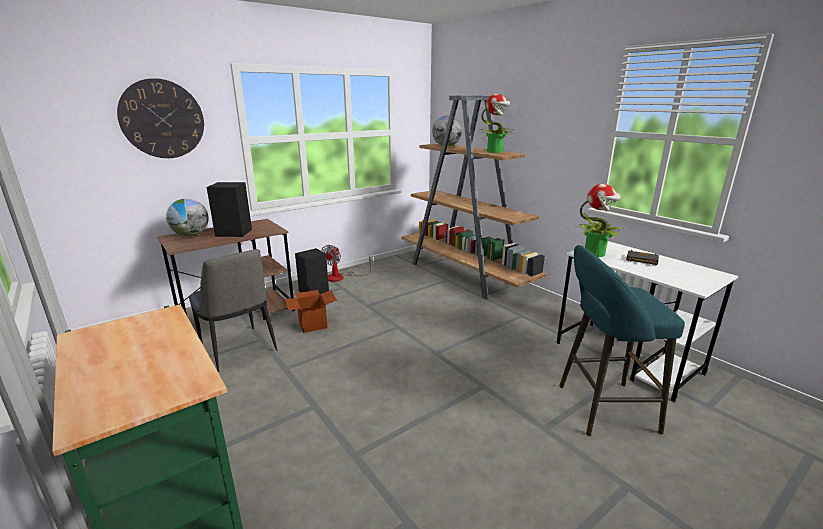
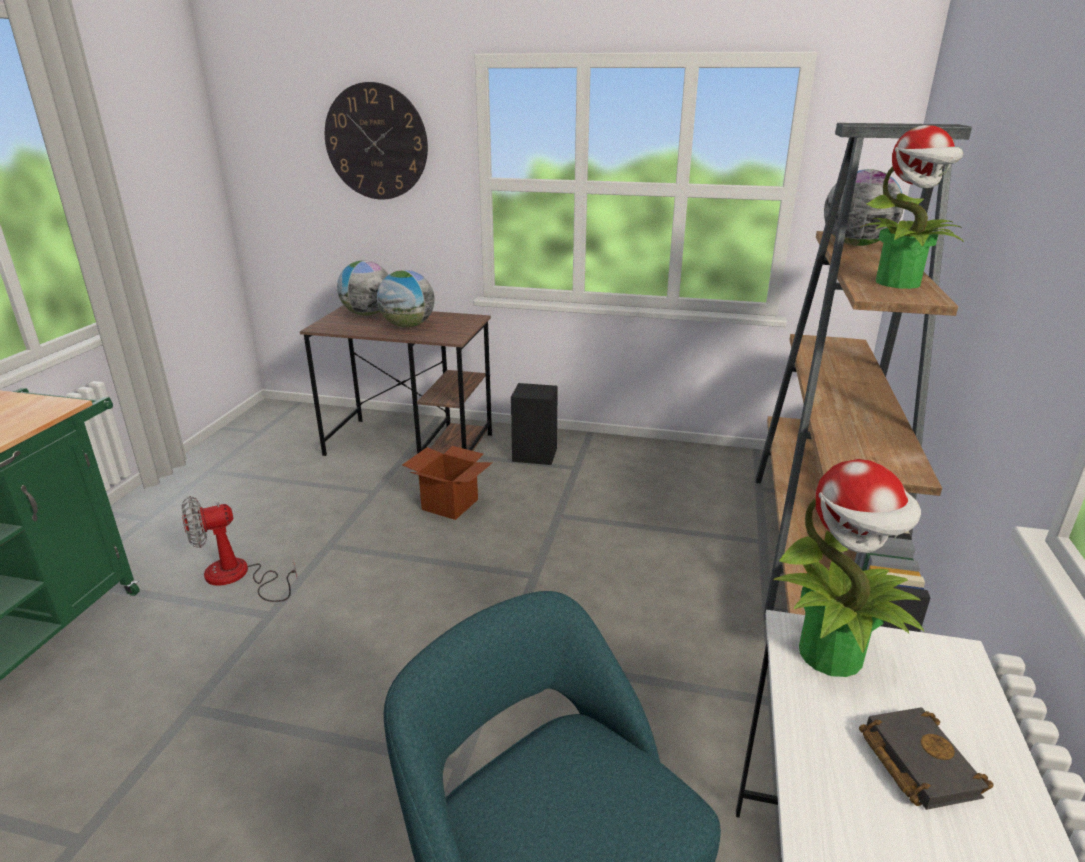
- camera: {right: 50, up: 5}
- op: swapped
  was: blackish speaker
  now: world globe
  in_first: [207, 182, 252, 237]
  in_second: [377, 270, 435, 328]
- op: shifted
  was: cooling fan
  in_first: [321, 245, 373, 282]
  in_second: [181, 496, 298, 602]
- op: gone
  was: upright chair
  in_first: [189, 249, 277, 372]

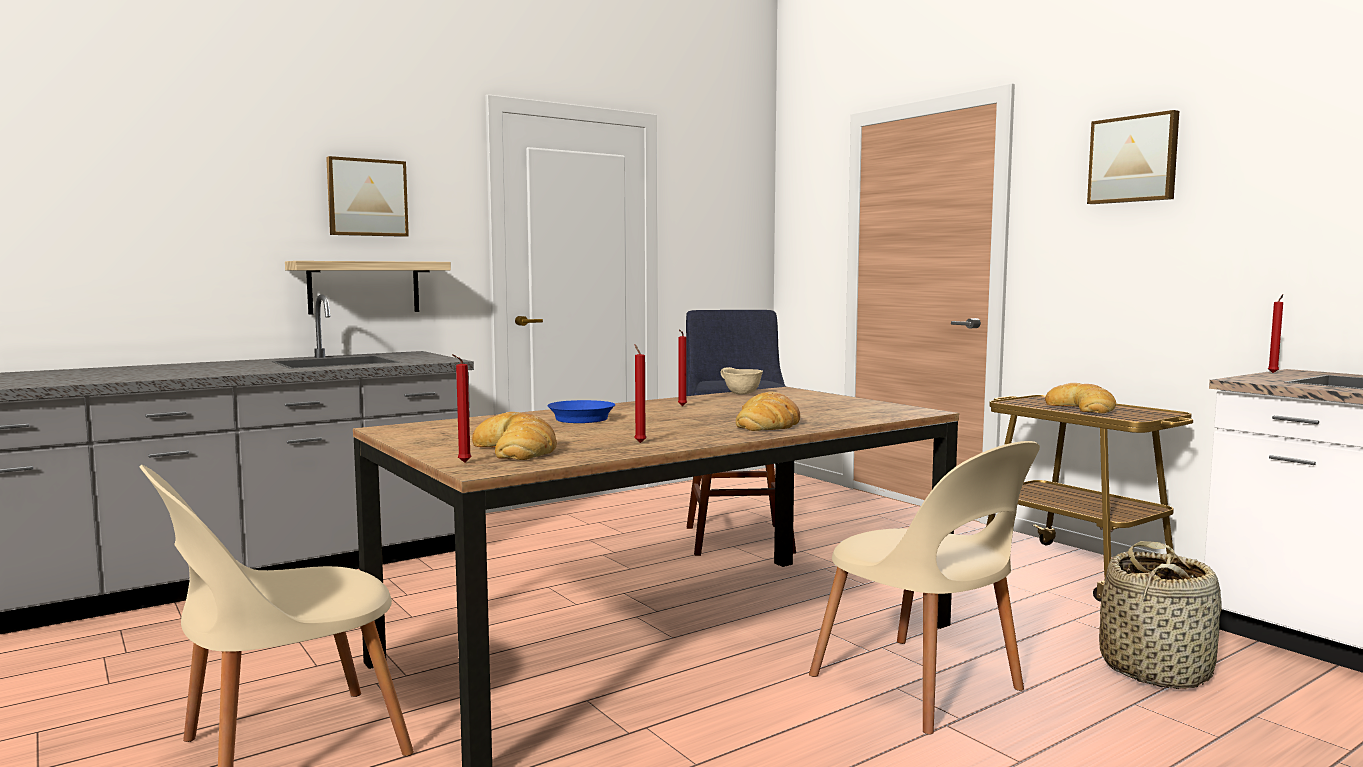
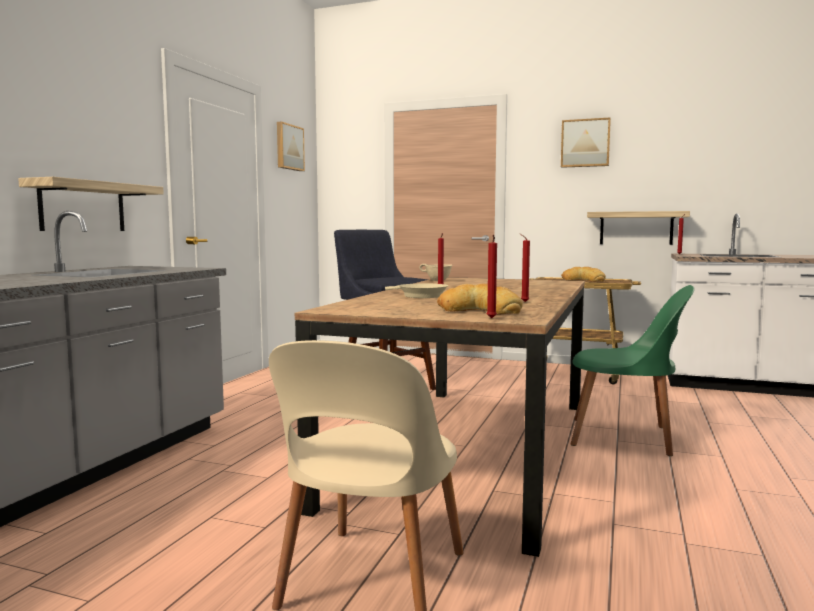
- camera: {right: -35, up: 0}
- op: shifted
  was: picture
  in_first: [326, 156, 409, 237]
  in_second: [277, 122, 305, 171]
- op: gone
  was: bread
  in_first: [736, 392, 800, 431]
- op: repainted
  was: bluish skillet
  now: beige skillet
  in_first: [547, 400, 616, 423]
  in_second: [385, 283, 448, 298]
- op: repainted
  was: beige upright chair
  now: green-coloured upright chair
  in_first: [809, 441, 1040, 734]
  in_second: [570, 285, 695, 456]
- op: gone
  was: storage basket
  in_first: [1099, 541, 1222, 689]
- op: new
  now: shelf
  in_second: [587, 211, 690, 245]

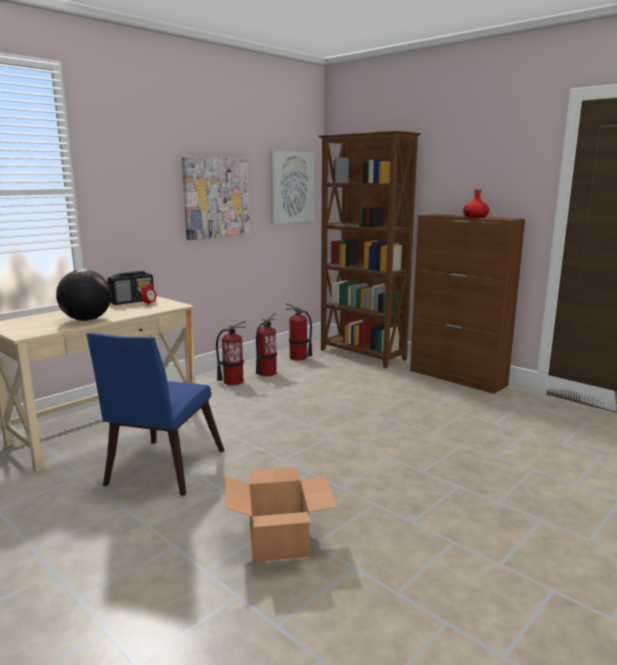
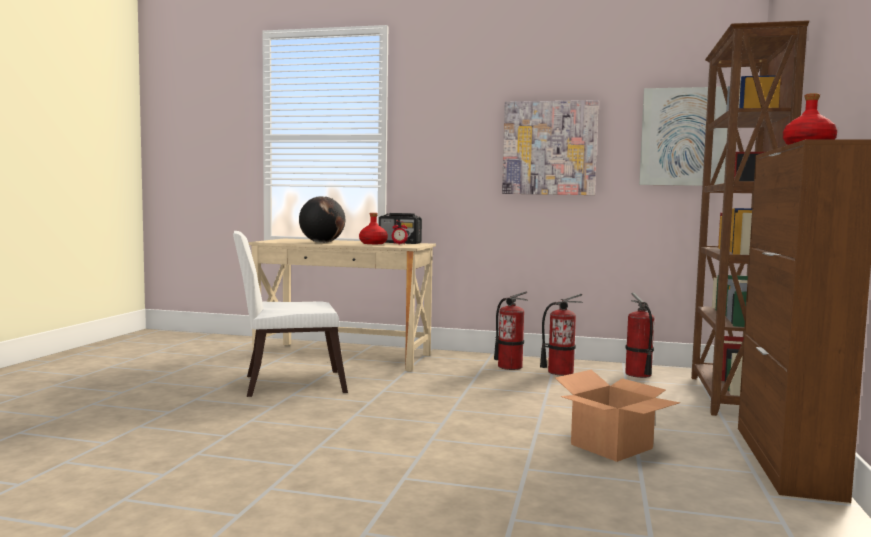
- camera: {right: 60, up: -10}
- op: repainted
  was: bluish upright chair
  now: white upright chair
  in_first: [87, 333, 224, 496]
  in_second: [233, 231, 348, 397]
- op: shifted
  was: packing box
  in_first: [225, 467, 337, 562]
  in_second: [555, 370, 681, 462]
- op: new
  now: red beverage bottle
  in_second: [359, 213, 388, 244]

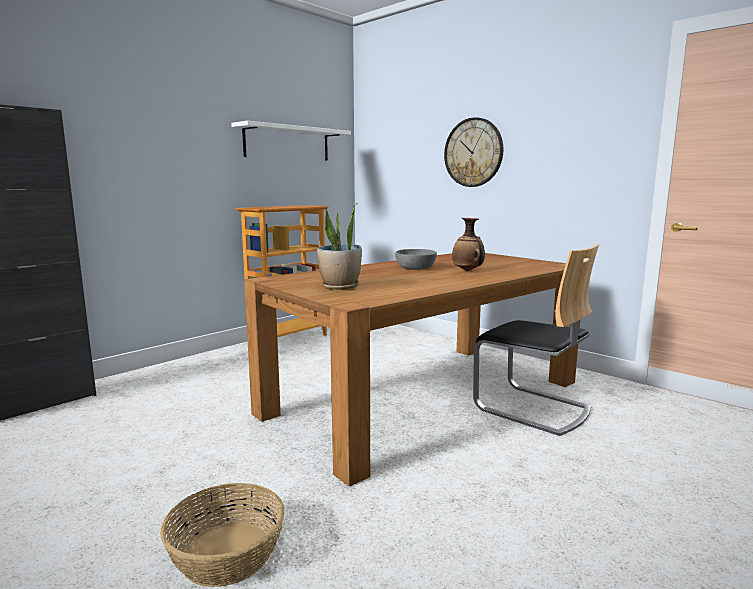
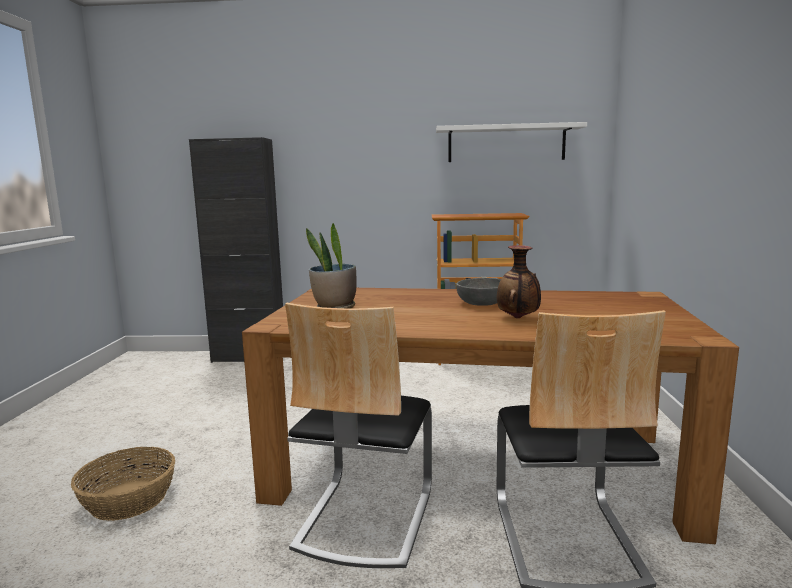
- camera: {right: 50, up: 0}
- op: gone
  was: wall clock
  in_first: [444, 117, 503, 187]
- op: new
  now: upright chair
  in_second: [285, 303, 432, 568]

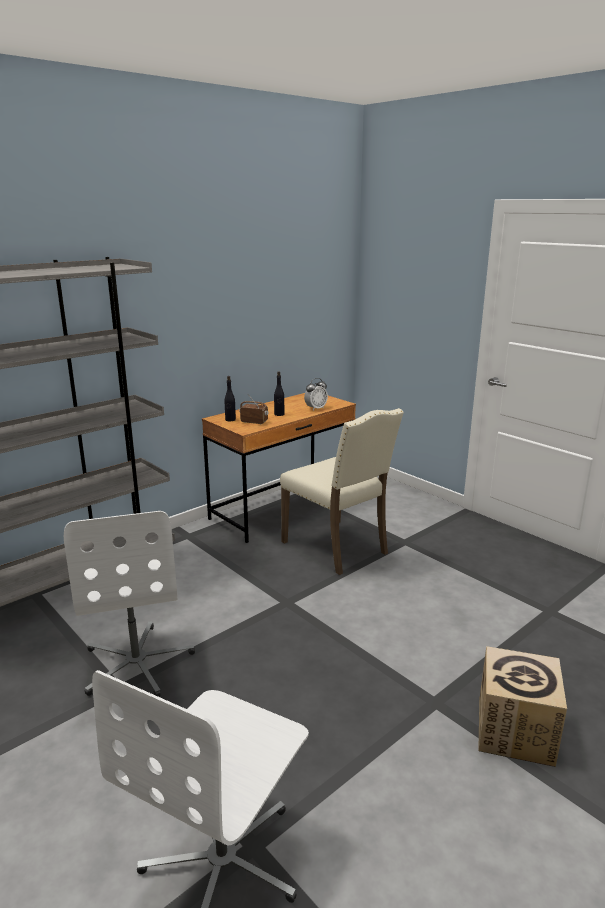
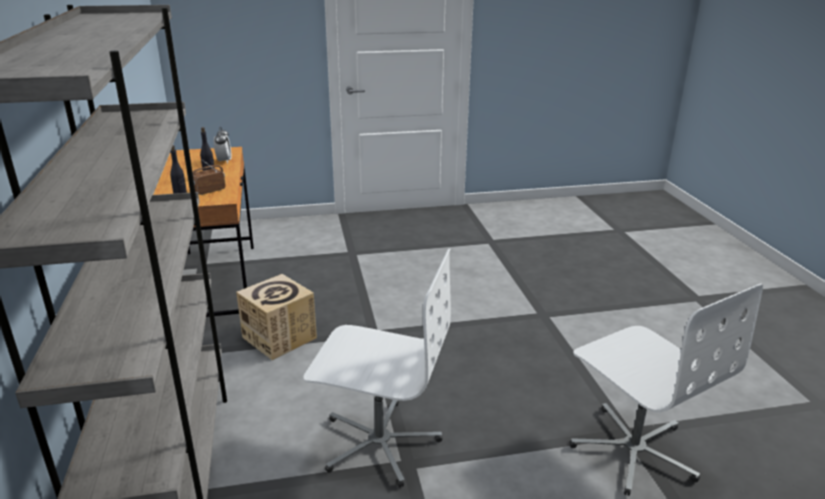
- camera: {right: -60, up: 5}
- op: gone
  was: beige upright chair
  in_first: [280, 408, 404, 575]
- op: shifted
  was: packing box
  in_first: [478, 646, 567, 767]
  in_second: [236, 274, 317, 360]

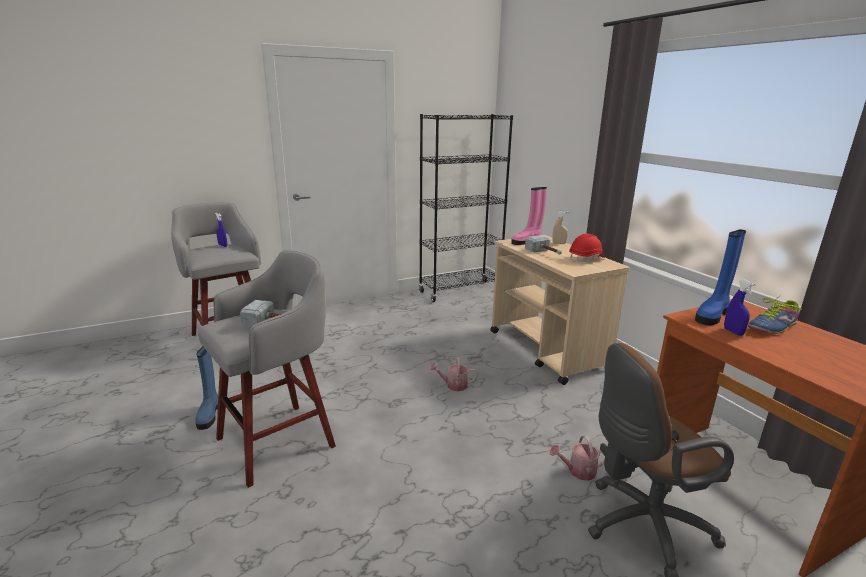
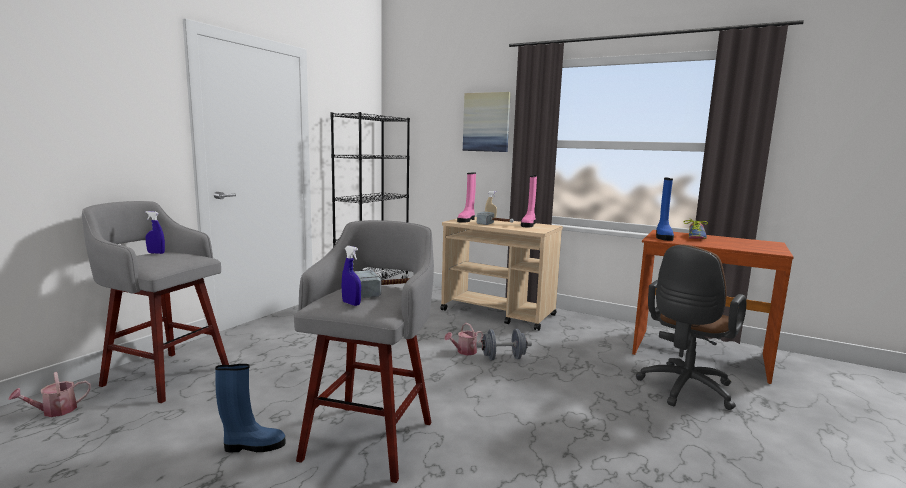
- camera: {right: -35, up: -10}
- op: swapped
  was: red work helmet
  now: pinkish high-top boot
  in_first: [569, 234, 605, 263]
  in_second: [521, 175, 537, 227]
- op: shifted
  was: bluish sprayer
  in_first: [724, 279, 756, 336]
  in_second: [342, 246, 361, 306]
- op: rotated
  was: bluish high-top boot
  in_first: [195, 346, 218, 430]
  in_second: [215, 364, 286, 452]
  clockwise: -60
- op: shifted
  was: watering can
  in_first: [550, 436, 604, 481]
  in_second: [8, 372, 91, 417]
- op: new
  now: picture
  in_second: [463, 92, 511, 152]
- op: new
  now: gray hand weight
  in_second: [476, 329, 532, 360]

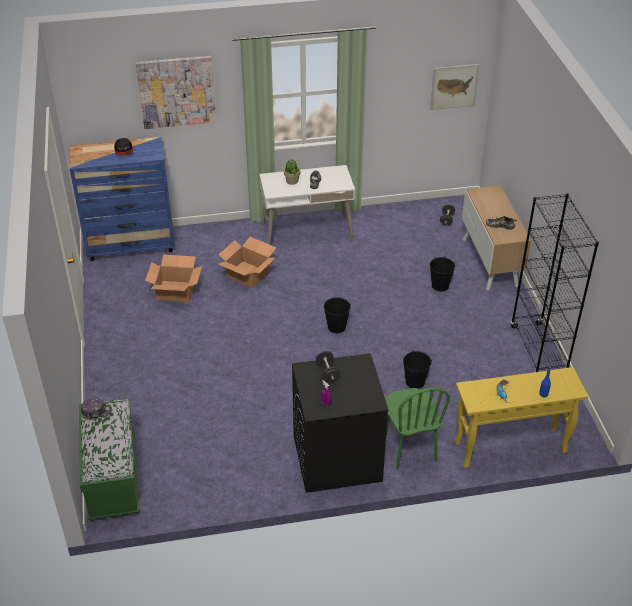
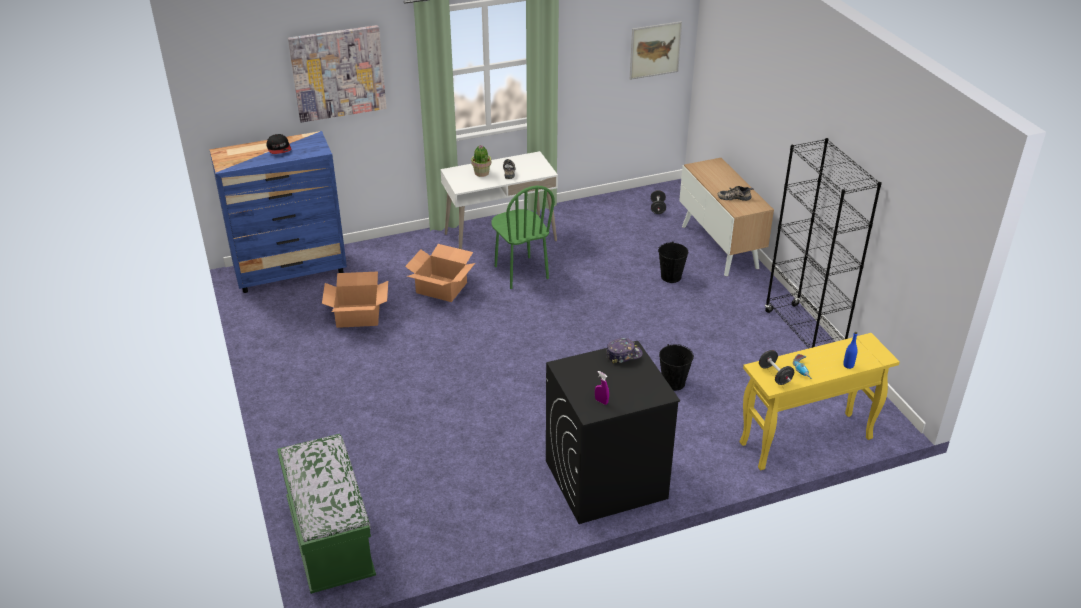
- camera: {right: -10, up: -5}
- op: gone
  was: blackish bucket
  in_first: [324, 297, 351, 333]
- op: shifted
  was: blackish hand weight
  in_first: [316, 351, 340, 381]
  in_second: [759, 350, 794, 385]
- op: shifted
  was: green-coloured upright chair
  in_first: [385, 388, 450, 470]
  in_second: [492, 186, 555, 289]
- op: shifted
  was: peaked cap
  in_first: [81, 398, 112, 419]
  in_second: [607, 338, 643, 364]

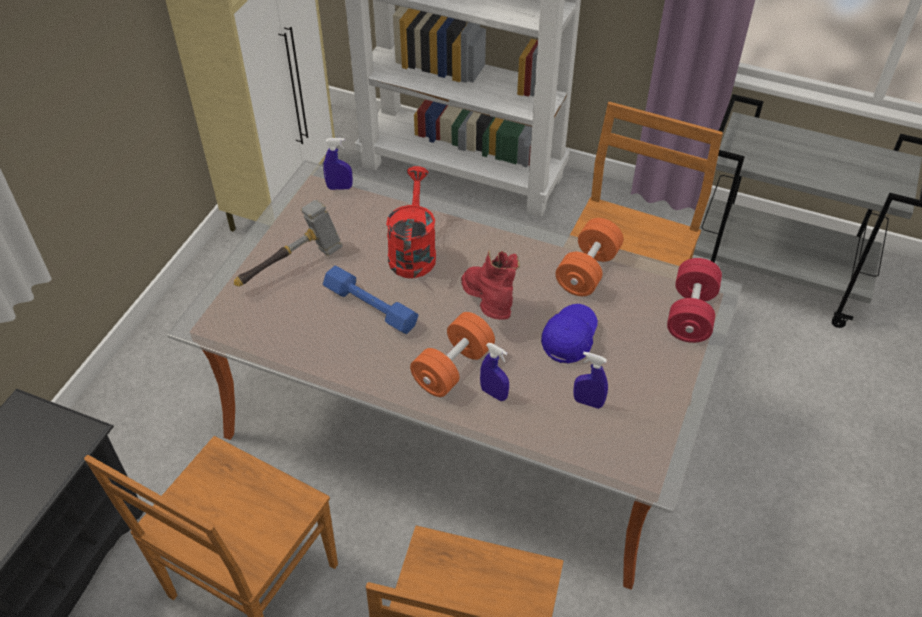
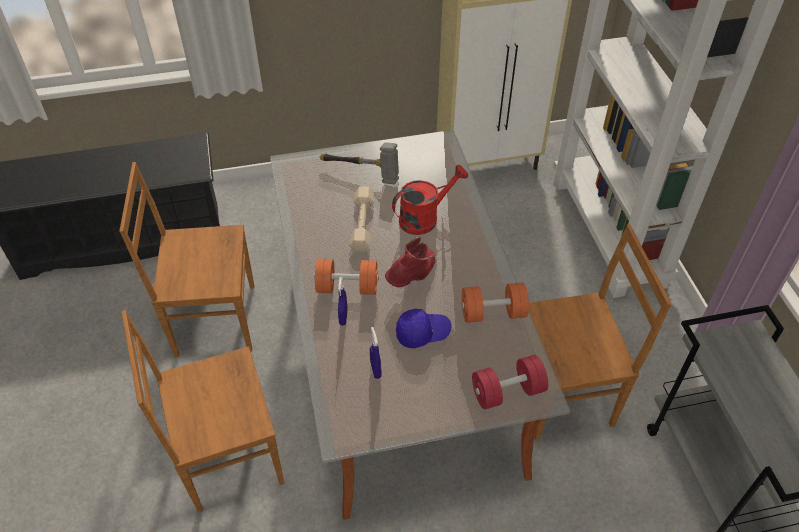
- camera: {right: 55, up: 0}
- op: gone
  was: bluish sprayer
  in_first: [323, 138, 353, 190]
- op: repainted
  was: bluish hand weight
  now: beige hand weight
  in_first: [323, 266, 418, 334]
  in_second: [349, 187, 374, 252]

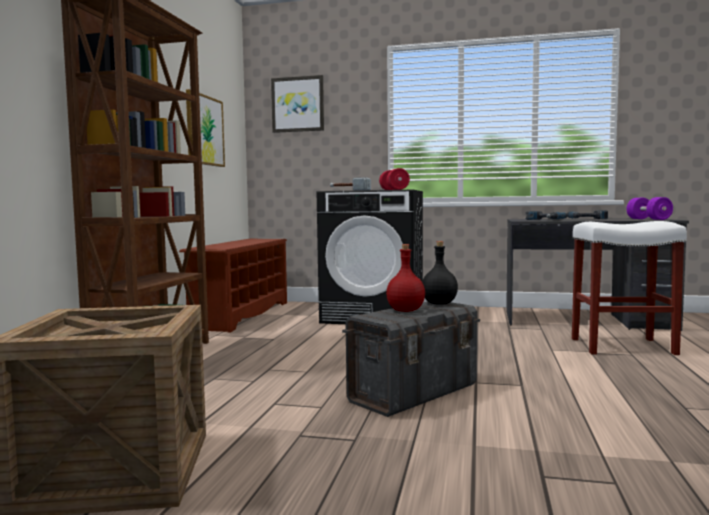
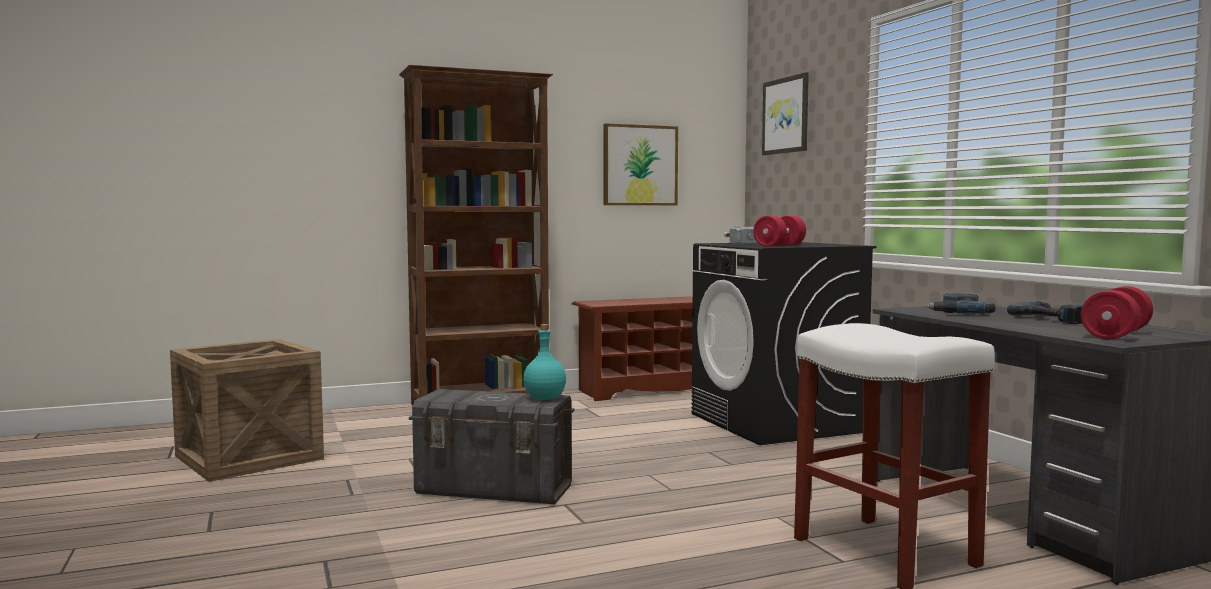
- camera: {right: 55, up: 0}
- op: repainted
  was: purple-coloured hand weight
  now: red hand weight
  in_first: [627, 197, 673, 220]
  in_second: [1081, 286, 1153, 340]
- op: repainted
  was: blackish beverage bottle
  now: turquoise-coloured beverage bottle
  in_first: [422, 241, 458, 305]
  in_second: [523, 324, 566, 400]
- op: gone
  was: red beverage bottle
  in_first: [386, 244, 425, 312]

